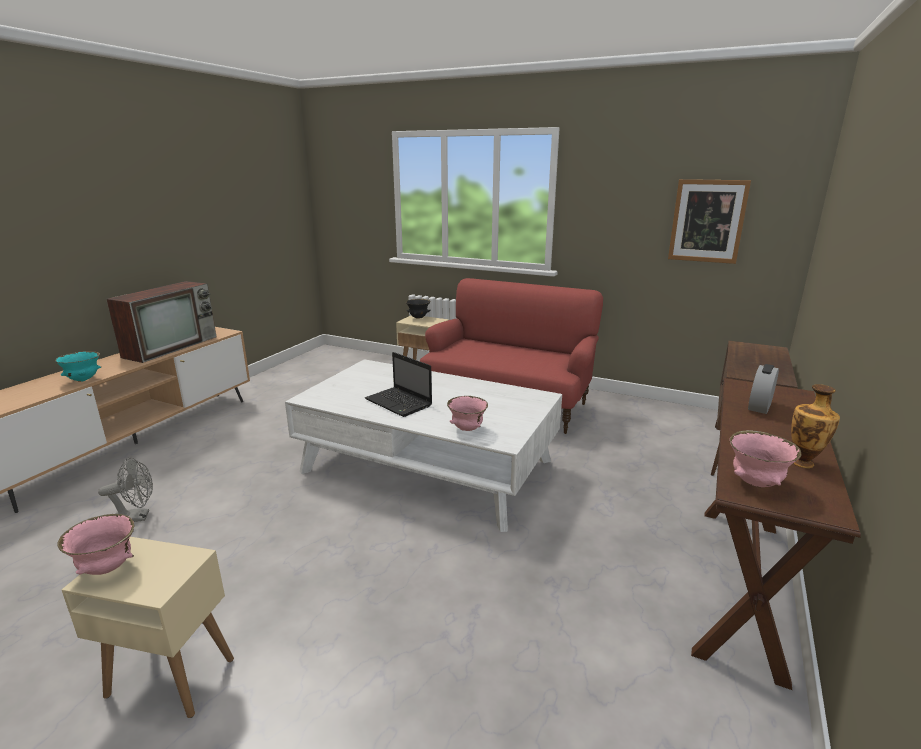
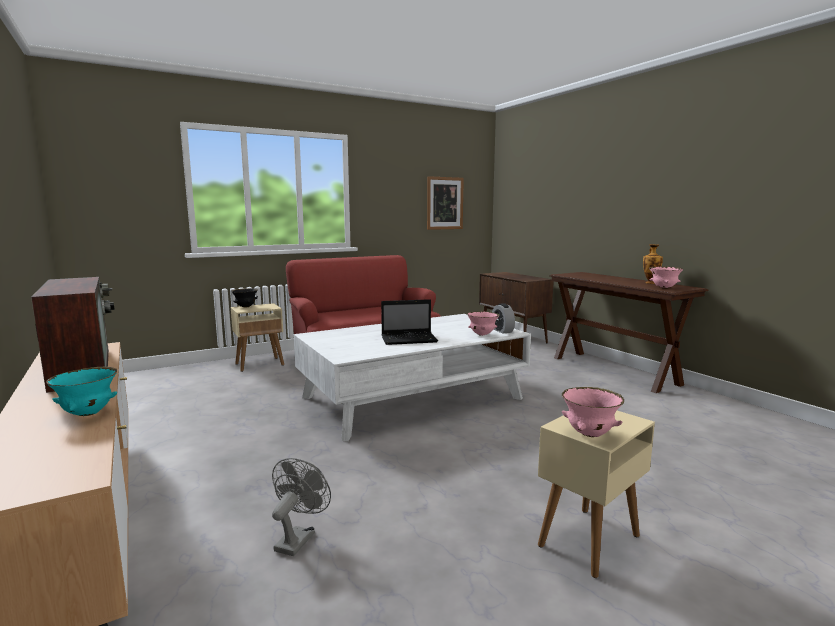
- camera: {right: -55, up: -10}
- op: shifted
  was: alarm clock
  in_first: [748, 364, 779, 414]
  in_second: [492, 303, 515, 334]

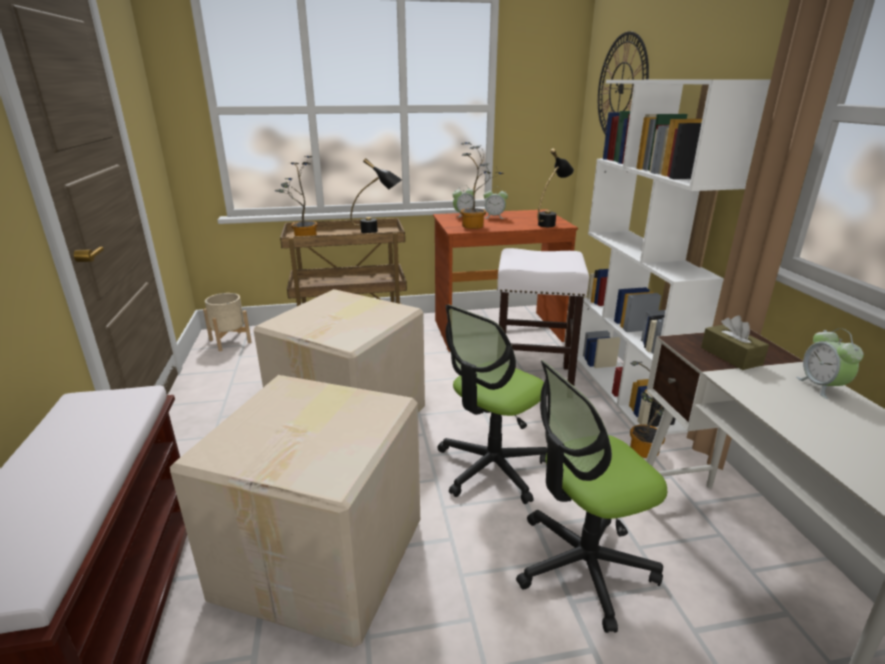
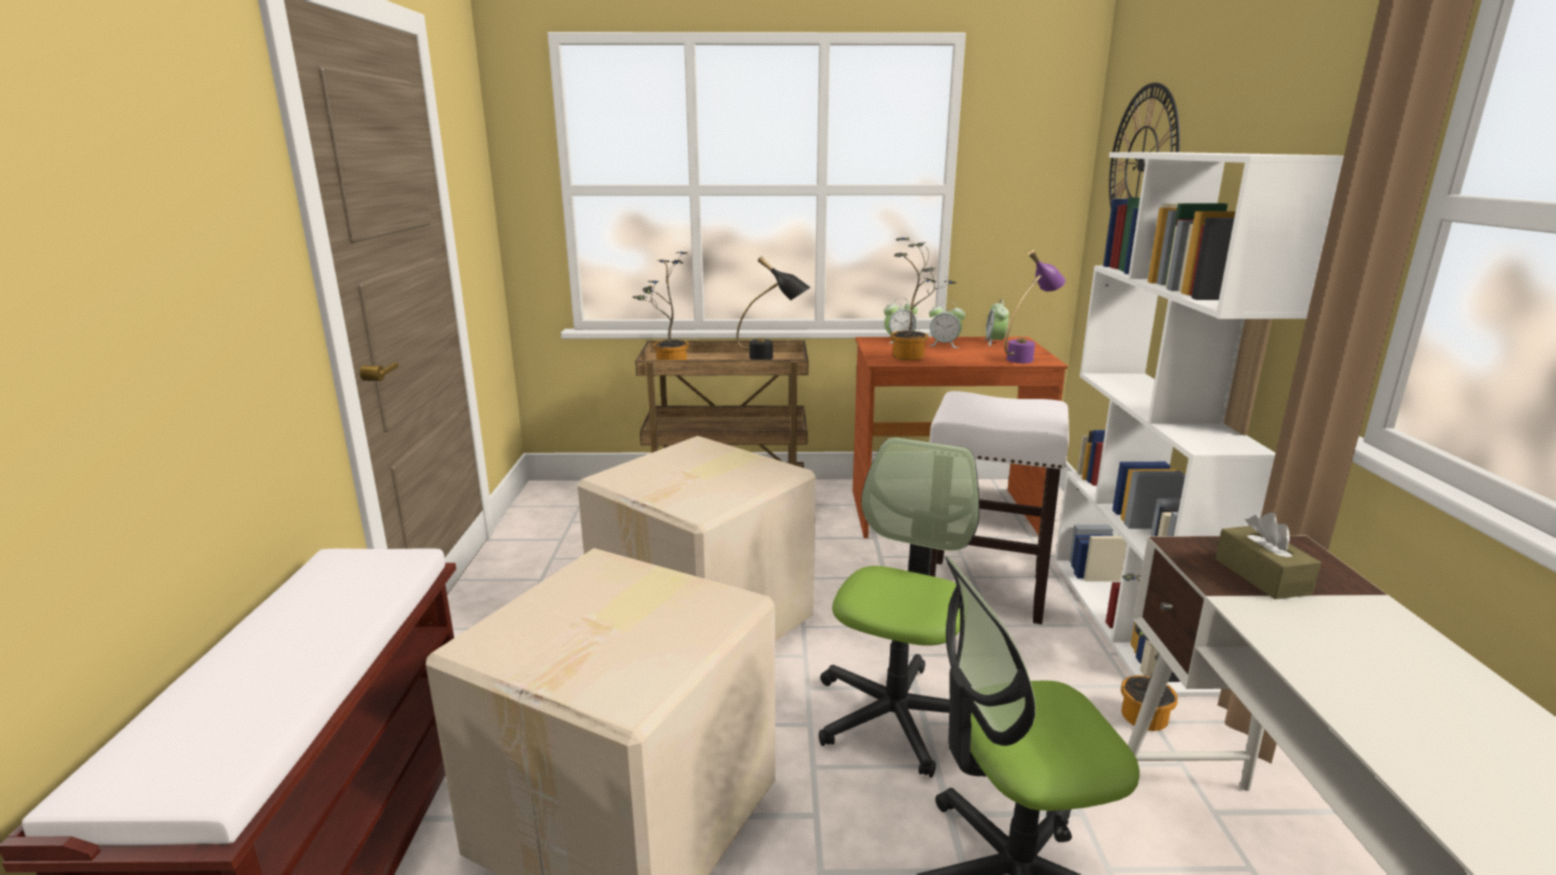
- camera: {right: 10, up: -5}
- op: repainted
  was: blackish tabletop lamp
  now: purple-coloured tabletop lamp
  in_first: [538, 149, 574, 227]
  in_second: [1005, 249, 1065, 363]
- op: gone
  was: beige planter
  in_first: [203, 293, 252, 351]
- op: rotated
  was: office chair
  in_first: [438, 304, 547, 504]
  in_second: [819, 437, 979, 778]
  clockwise: 150
- op: shifted
  was: alarm clock
  in_first: [796, 328, 864, 399]
  in_second: [985, 299, 1009, 346]

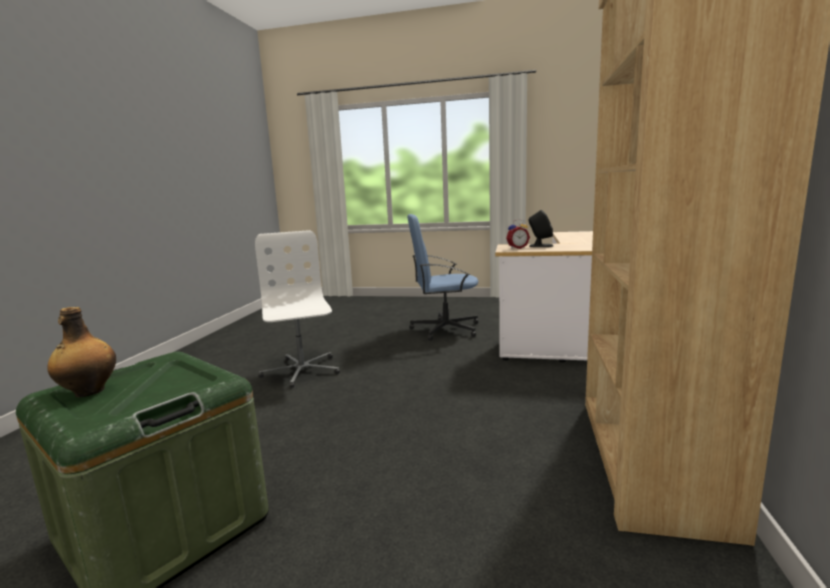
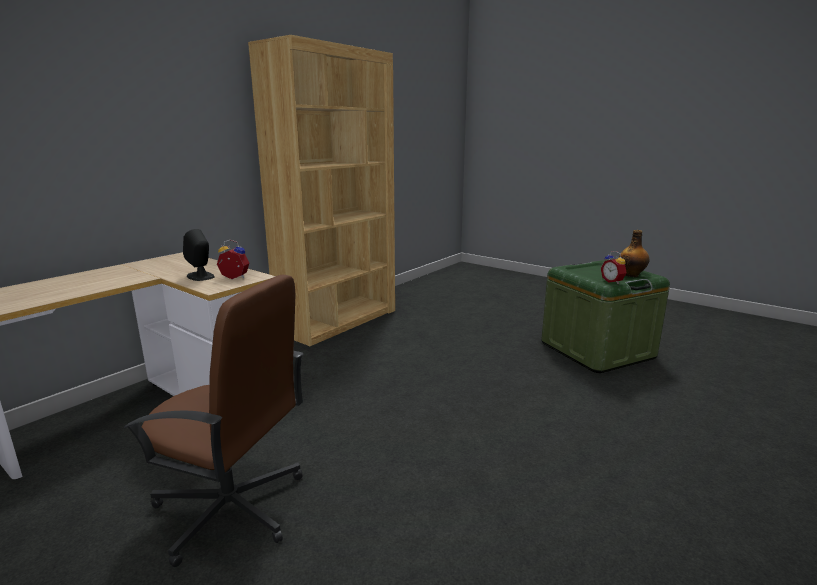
- camera: {right: -155, up: 5}
- op: repainted
  was: bluish office chair
  now: brown-coloured office chair
  in_first: [407, 214, 478, 341]
  in_second: [124, 275, 304, 567]
- op: gone
  was: white office chair
  in_first: [255, 230, 340, 388]
- op: new
  now: alarm clock
  in_second: [601, 251, 627, 284]

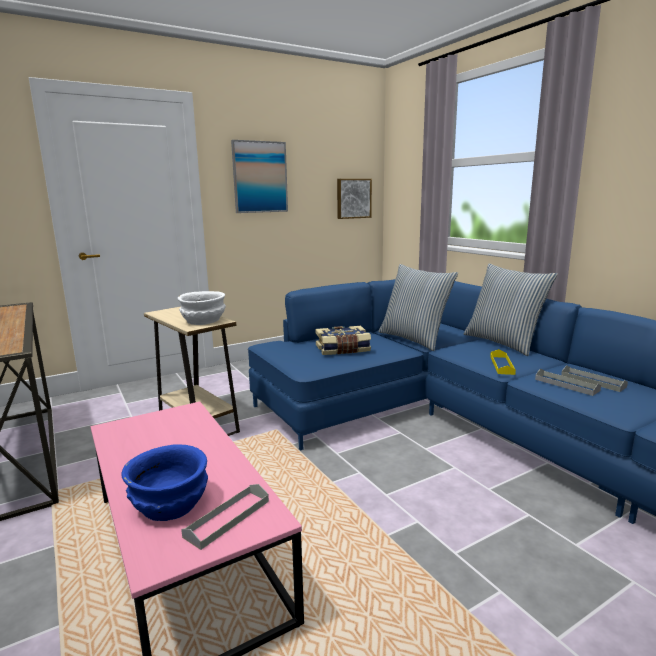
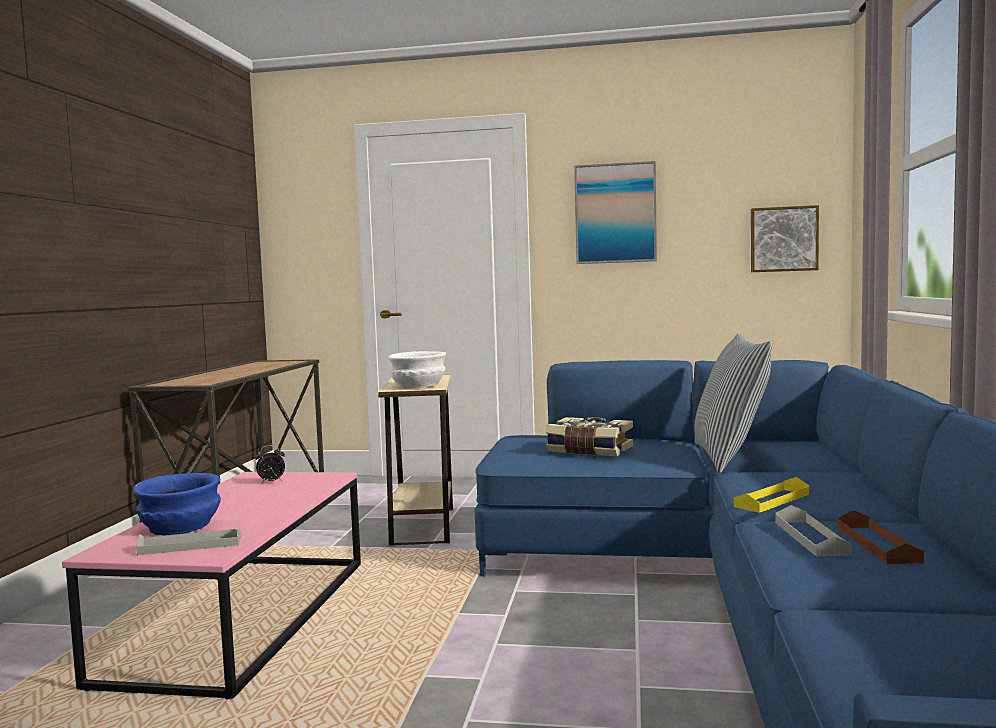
- camera: {right: 40, up: -10}
- op: gone
  was: throw pillow
  in_first: [464, 264, 558, 356]
- op: repainted
  was: gray carrying tray
  now: brown-coloured carrying tray
  in_first: [561, 365, 628, 392]
  in_second: [837, 510, 924, 564]
- op: new
  now: alarm clock
  in_second: [255, 445, 285, 483]

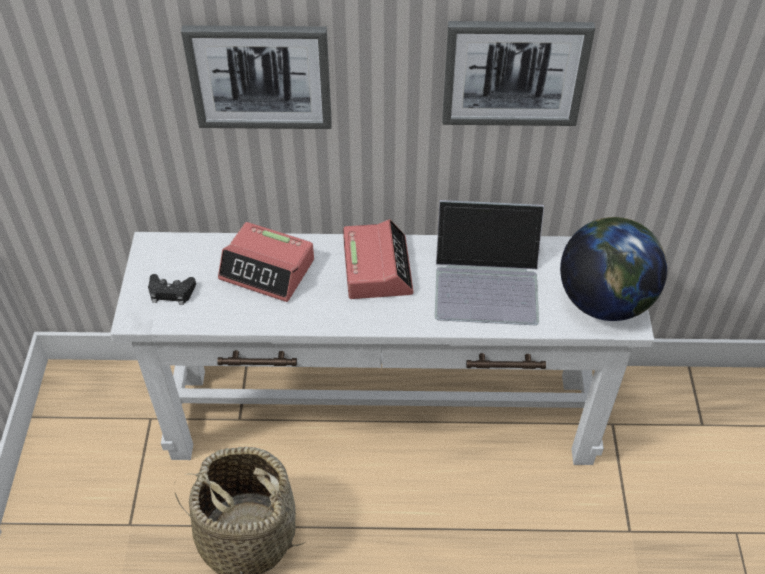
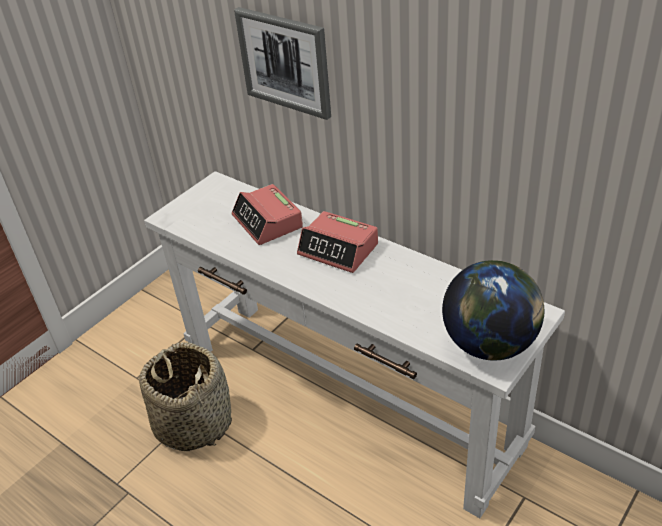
- camera: {right: 40, up: -10}
- op: gone
  was: picture
  in_first: [442, 21, 595, 126]
- op: gone
  was: portable computer
  in_first: [434, 200, 544, 325]
- op: rotated
  was: alarm clock
  in_first: [343, 219, 414, 299]
  in_second: [297, 211, 378, 273]
  clockwise: 90
- op: gone
  was: blackish joypad
  in_first: [148, 274, 196, 305]

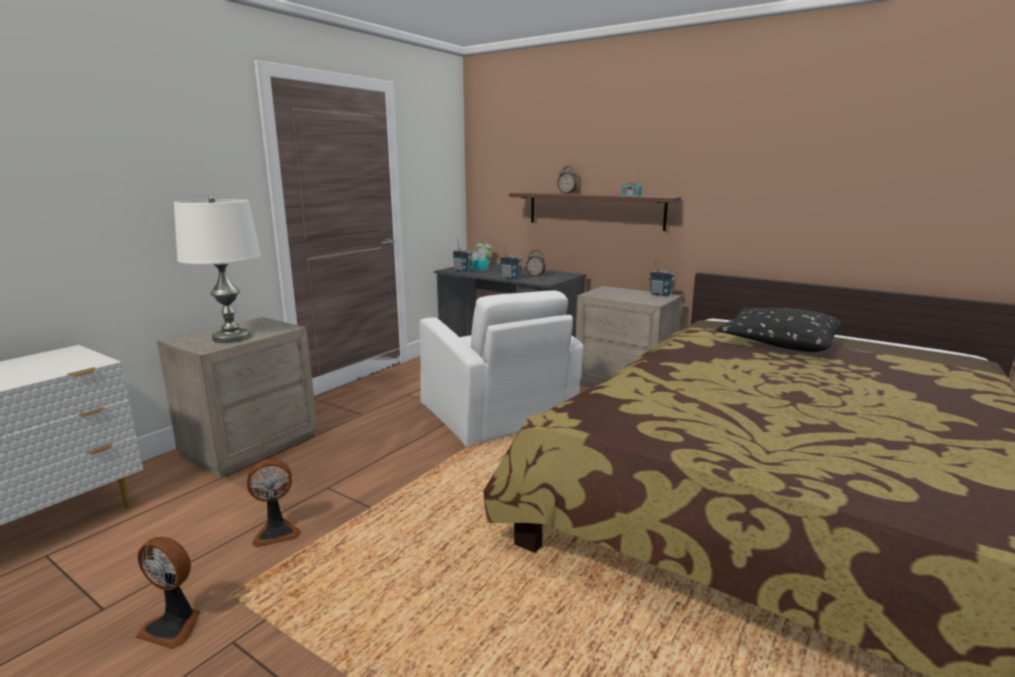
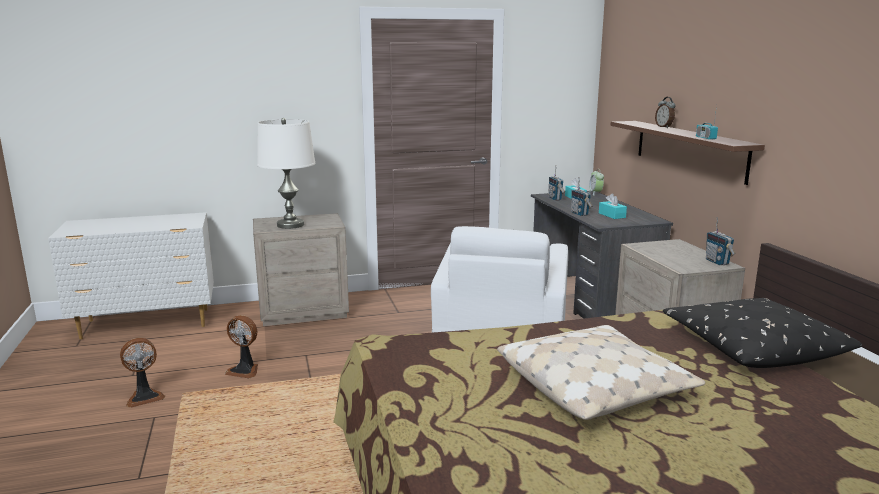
- camera: {right: 40, up: 0}
- op: swapped
  was: alarm clock
  now: turquoise-coloured tissue holder
  in_first: [526, 250, 546, 277]
  in_second: [599, 193, 627, 219]
- op: rotated
  was: cooling fan
  in_first: [135, 536, 201, 649]
  in_second: [120, 338, 165, 408]
  clockwise: -90
- op: new
  now: beige throw pillow
  in_second: [497, 325, 705, 420]

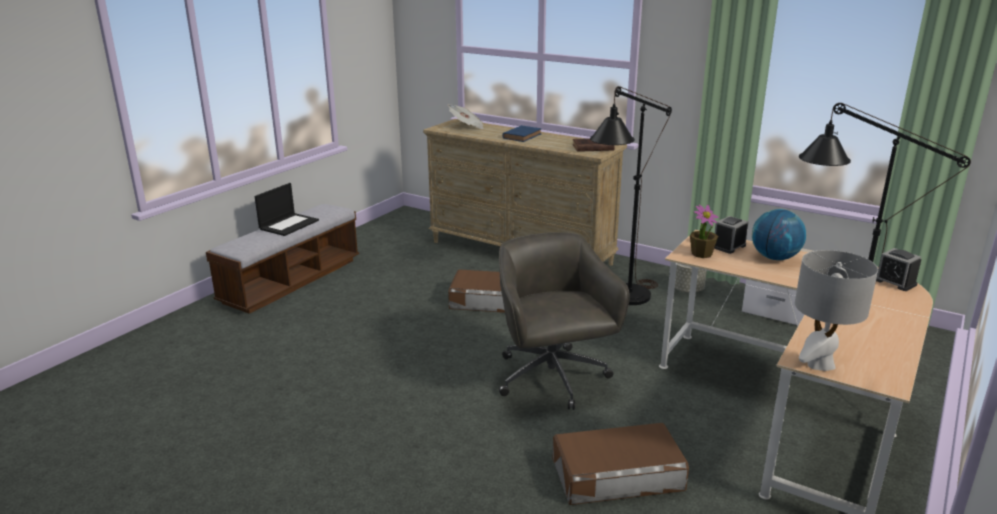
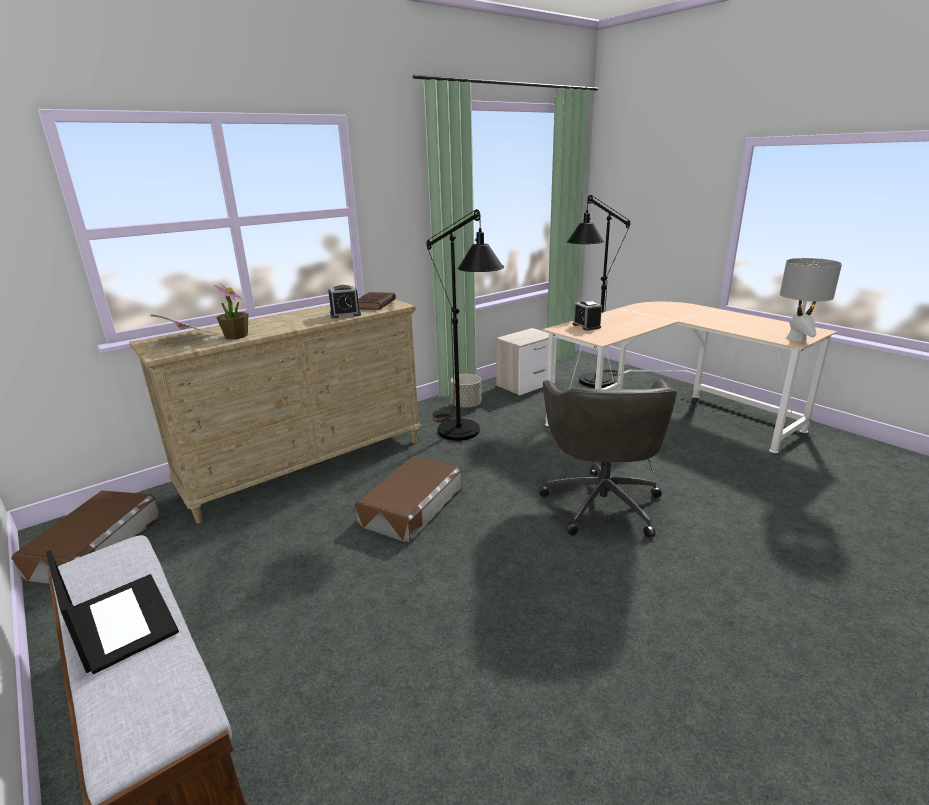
- camera: {right: -70, up: 0}
- op: gone
  was: bluish bound book
  in_first: [502, 125, 542, 142]
- op: shifted
  was: potted plant
  in_first: [690, 205, 719, 258]
  in_second: [214, 283, 248, 339]
- op: gone
  was: world globe
  in_first: [752, 209, 806, 260]
- op: rotated
  was: gray office chair
  in_first: [499, 232, 629, 410]
  in_second: [539, 379, 677, 538]
  clockwise: -90
- op: shifted
  was: alarm clock
  in_first: [876, 248, 921, 291]
  in_second: [328, 285, 361, 319]
- op: shifted
  was: brown-coloured storage container
  in_first: [552, 423, 689, 505]
  in_second: [11, 490, 161, 584]

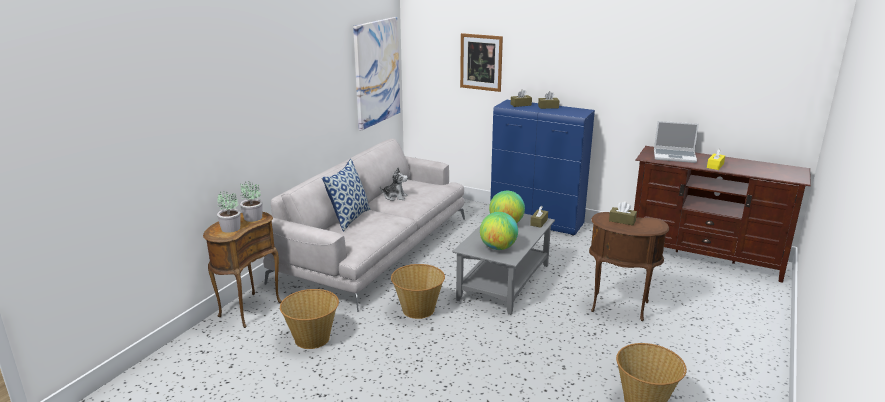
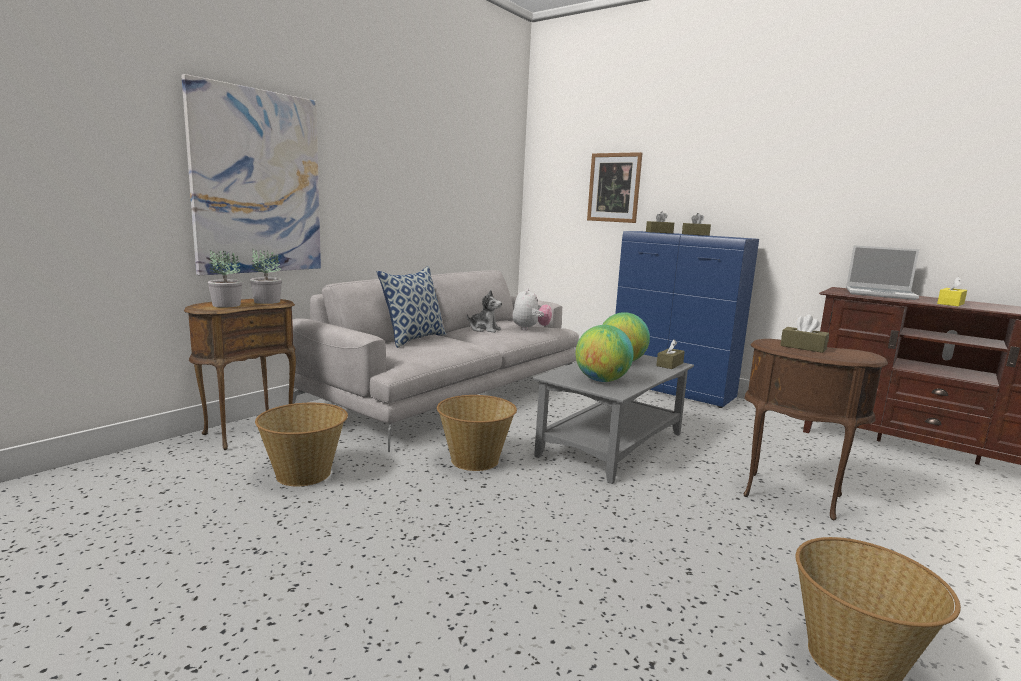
- camera: {right: 10, up: -10}
- op: shifted
  was: picture
  in_first: [353, 17, 400, 131]
  in_second: [181, 74, 321, 275]
- op: new
  now: cuddly toy
  in_second: [513, 288, 552, 330]

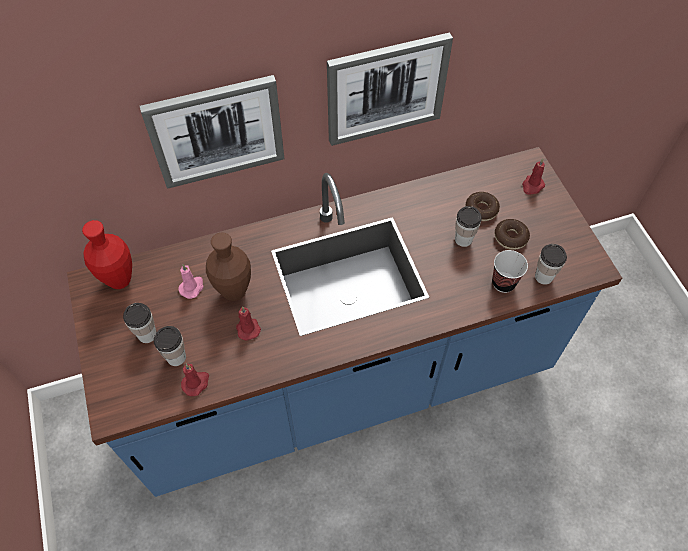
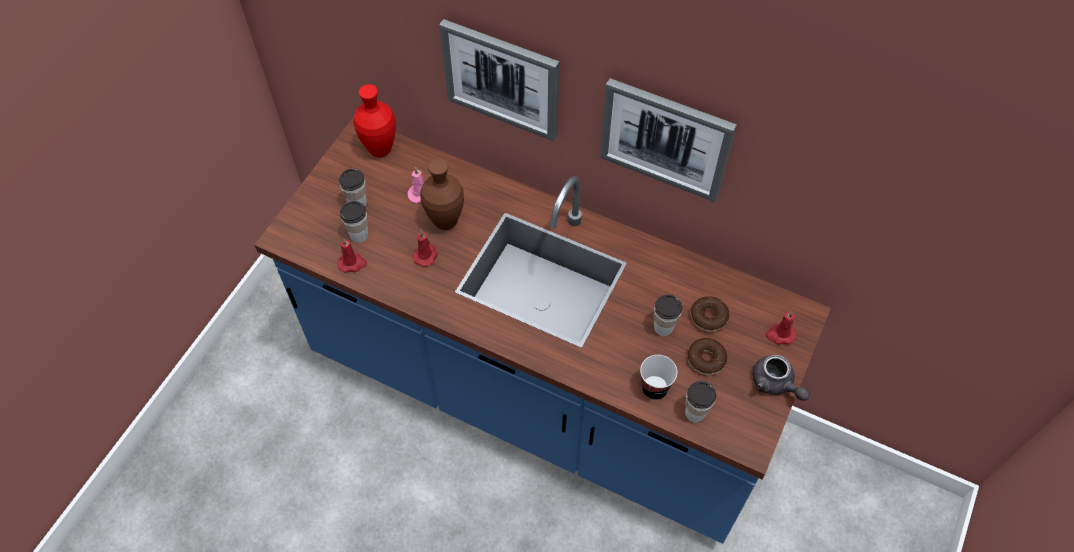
- camera: {right: 45, up: 0}
- op: new
  now: gray pot for tea
  in_second: [752, 355, 810, 401]

